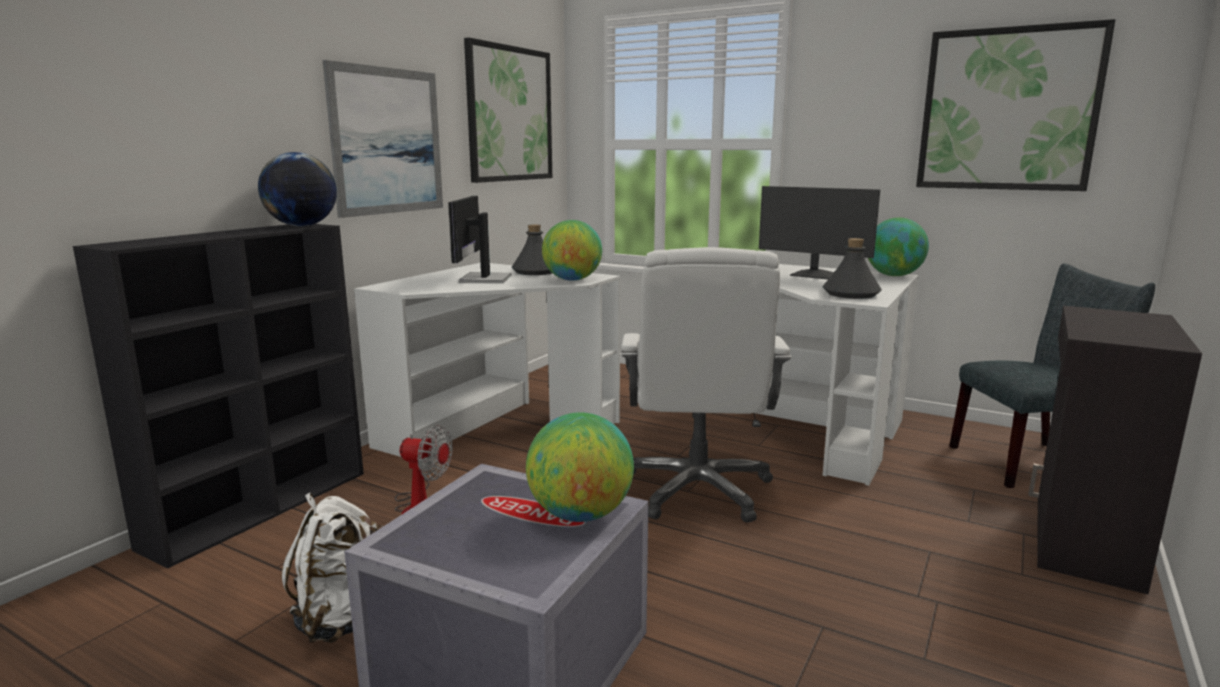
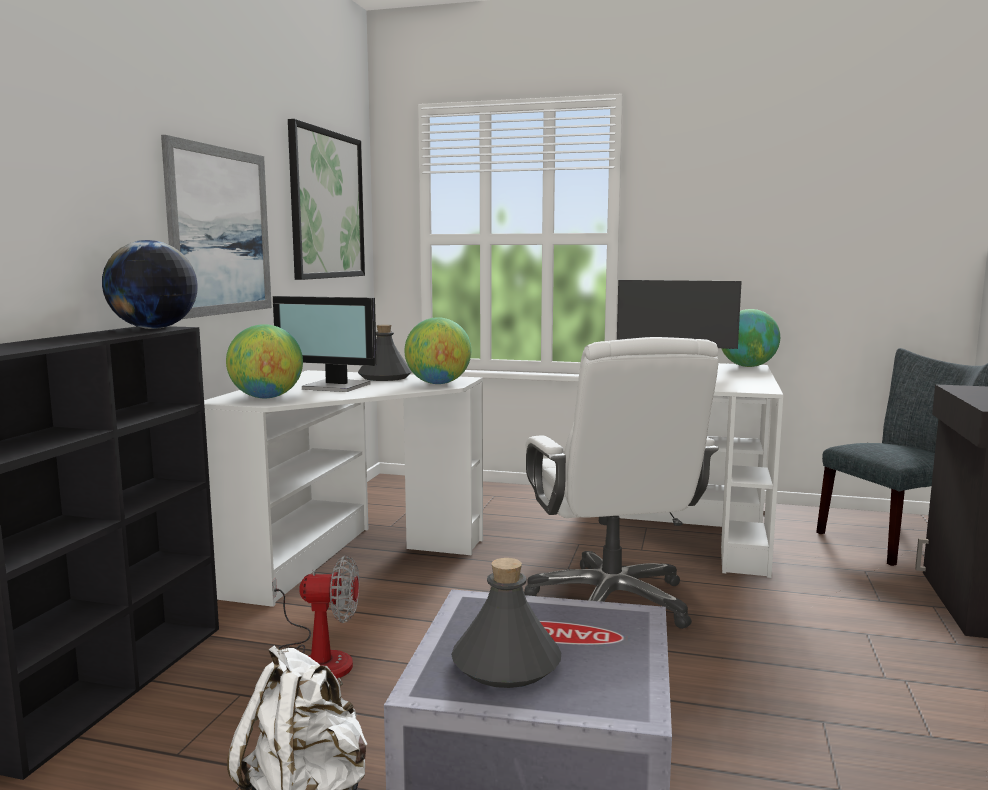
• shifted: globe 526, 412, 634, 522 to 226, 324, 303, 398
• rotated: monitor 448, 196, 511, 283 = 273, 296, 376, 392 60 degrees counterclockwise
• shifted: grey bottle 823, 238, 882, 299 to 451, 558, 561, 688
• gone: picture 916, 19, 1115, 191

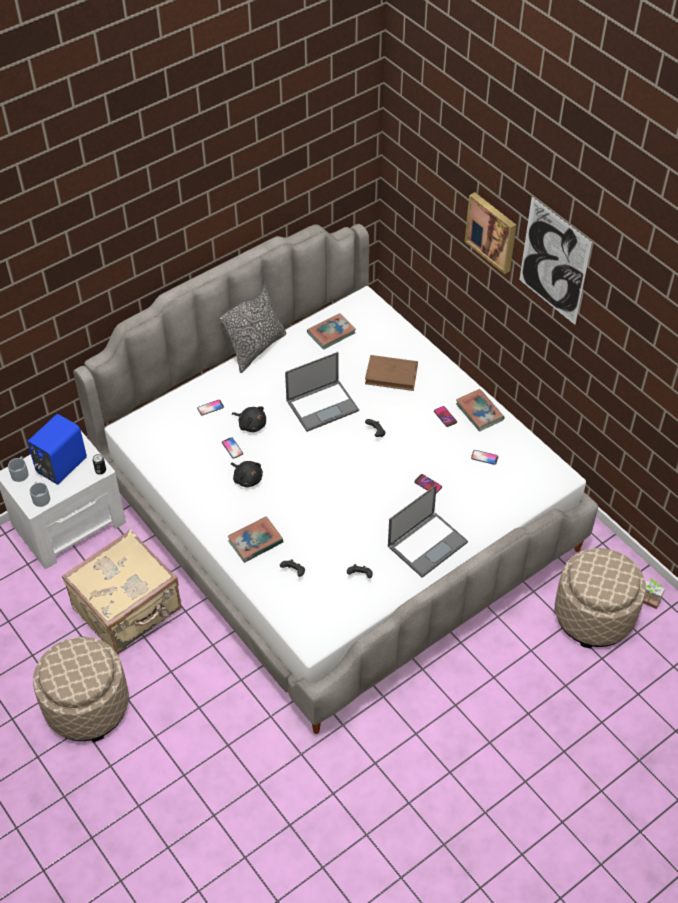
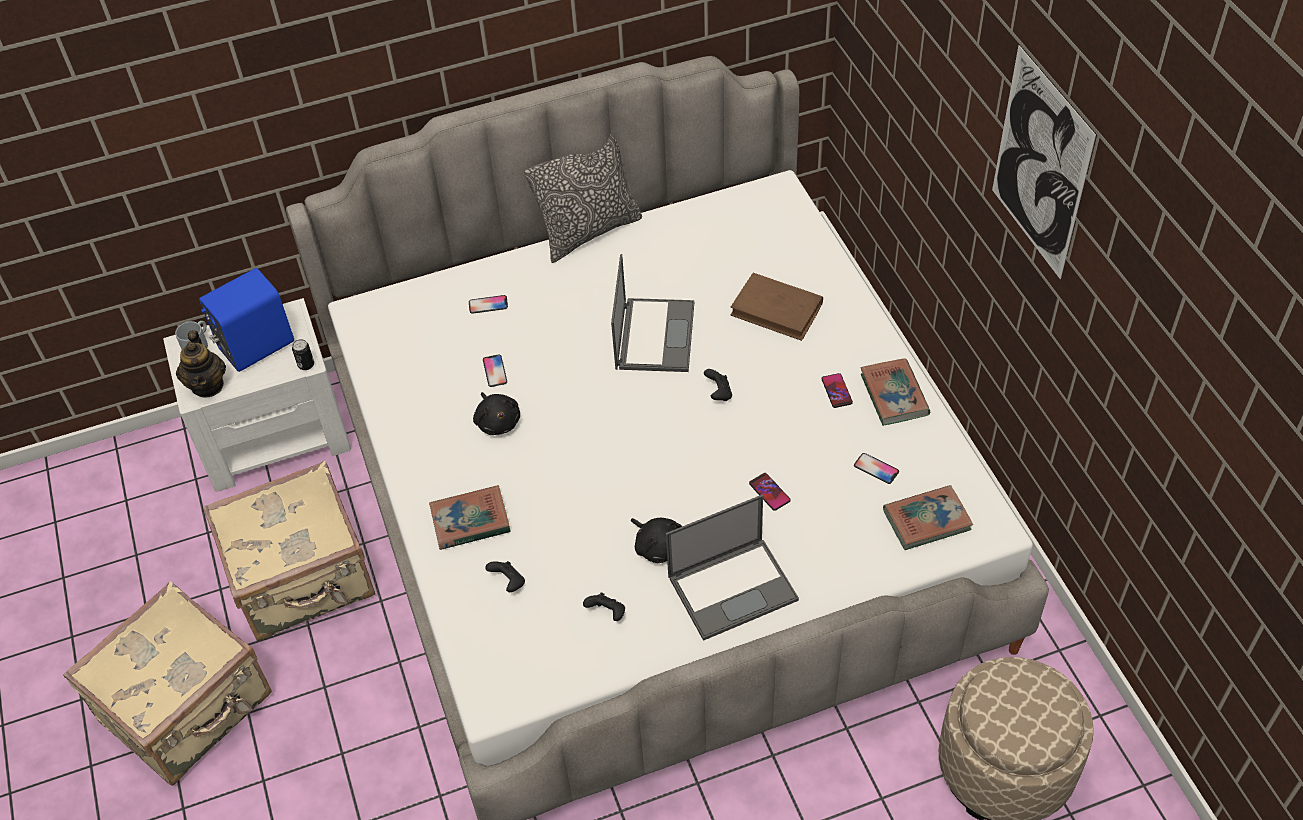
• swapped: beige ottoman 33, 637, 129, 742 to beige suitcase 63, 581, 272, 786
• swapped: grey mug 30, 482, 50, 507 to teapot 176, 330, 226, 398
• rotated: laptop 285, 352, 359, 432 = 611, 254, 694, 372 75 degrees counterclockwise
• shifted: black plush toy 232, 406, 266, 432 to 631, 518, 682, 563
• shifted: book 307, 313, 356, 350 to 883, 485, 973, 550
• gone: picture 465, 192, 516, 274
• gone: potted plant 643, 578, 665, 609

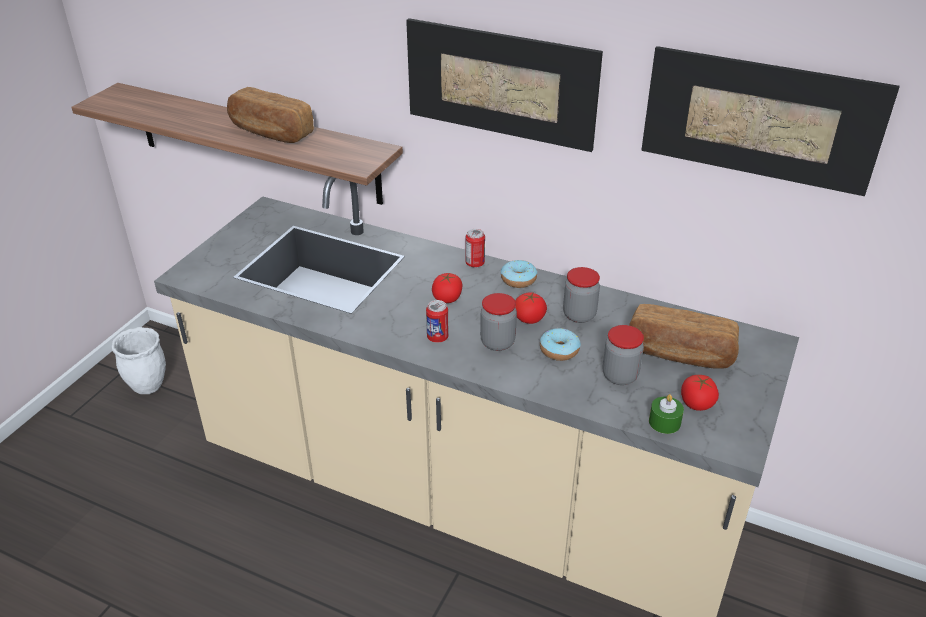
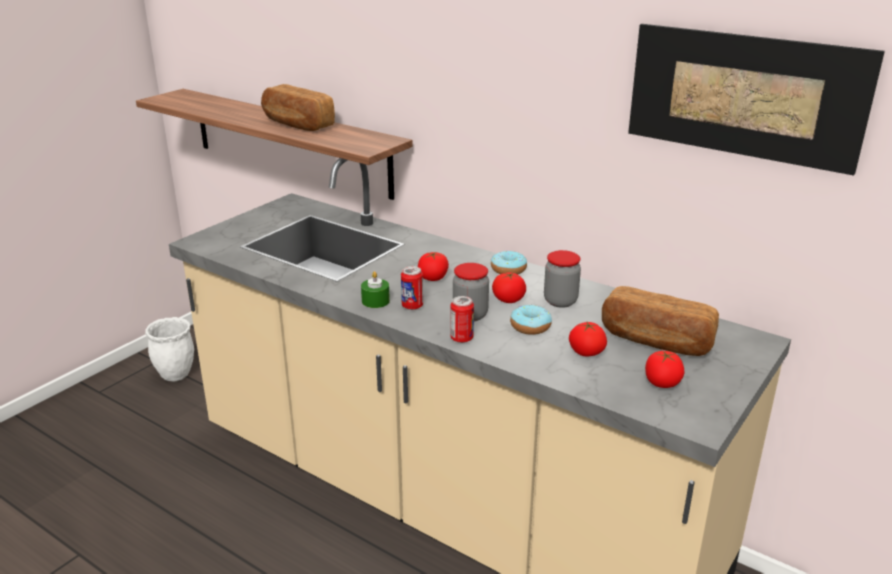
• shifted: green candle 649, 394, 684, 434 to 361, 271, 390, 308
• shifted: can 466, 229, 485, 268 to 450, 296, 474, 343
• swapped: jar 603, 325, 644, 385 to tomato 569, 322, 607, 356
• gone: picture 406, 18, 603, 152

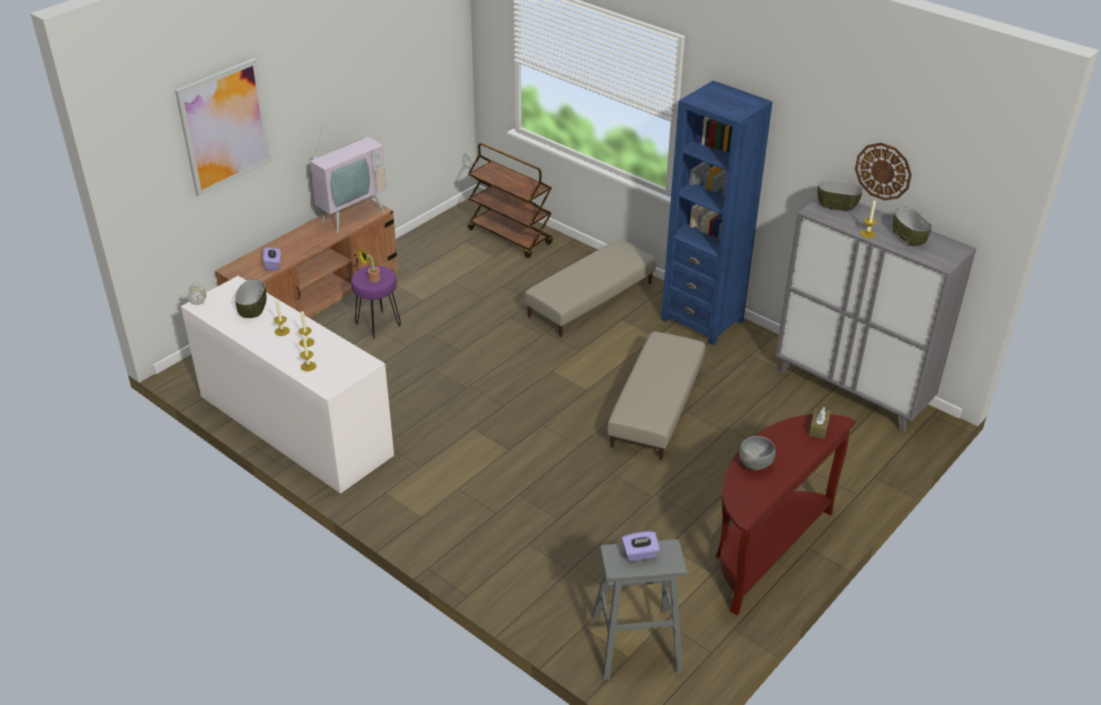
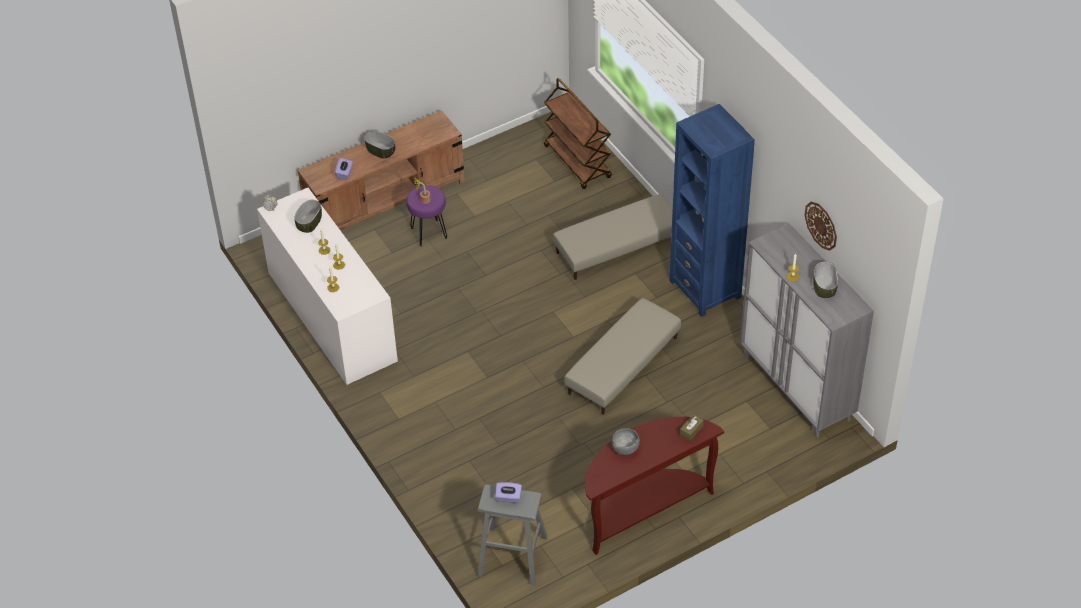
• shifted: bowl 817, 180, 863, 211 to 364, 131, 395, 159
• gone: picture 175, 58, 272, 196
• gone: television 300, 125, 387, 233

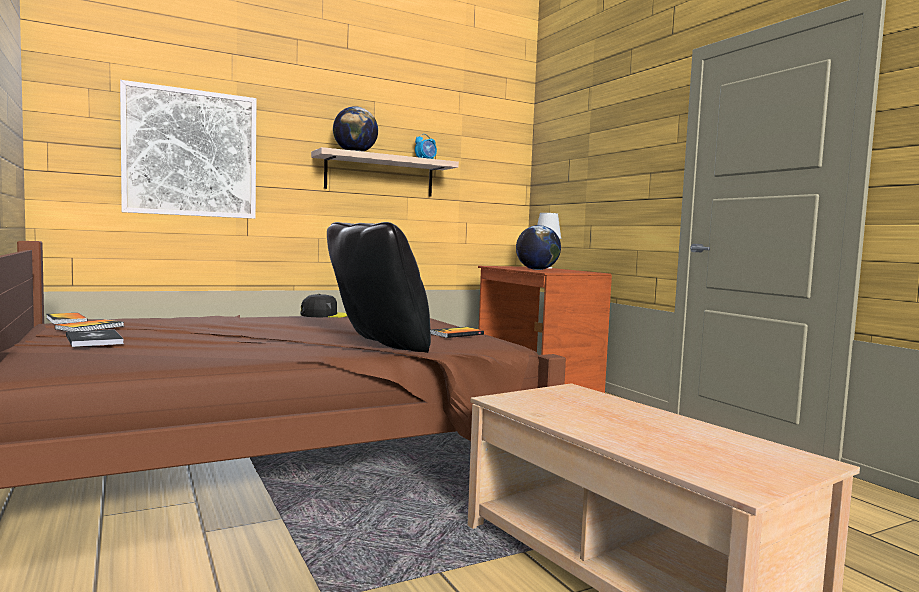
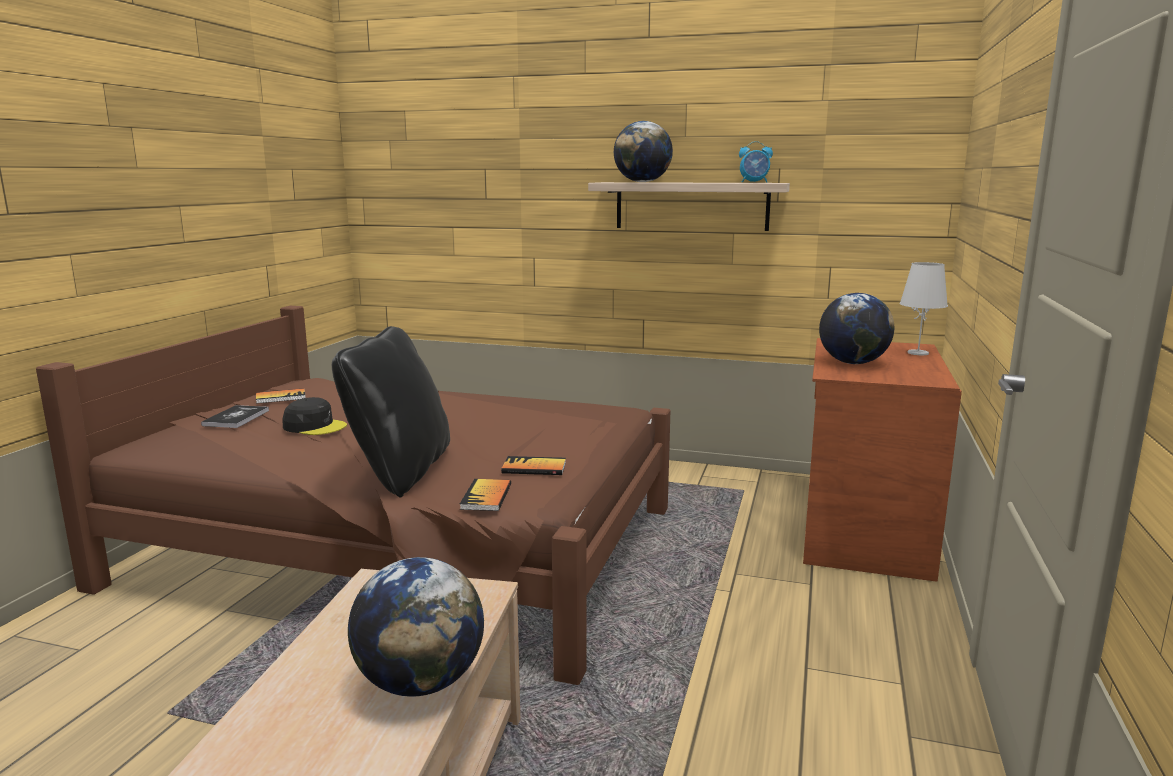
• shifted: black cap 300, 294, 347, 318 to 282, 397, 347, 435
• new: globe 348, 557, 484, 697
• shifted: book 47, 313, 88, 324 to 460, 479, 511, 511
• gone: picture 120, 80, 257, 219

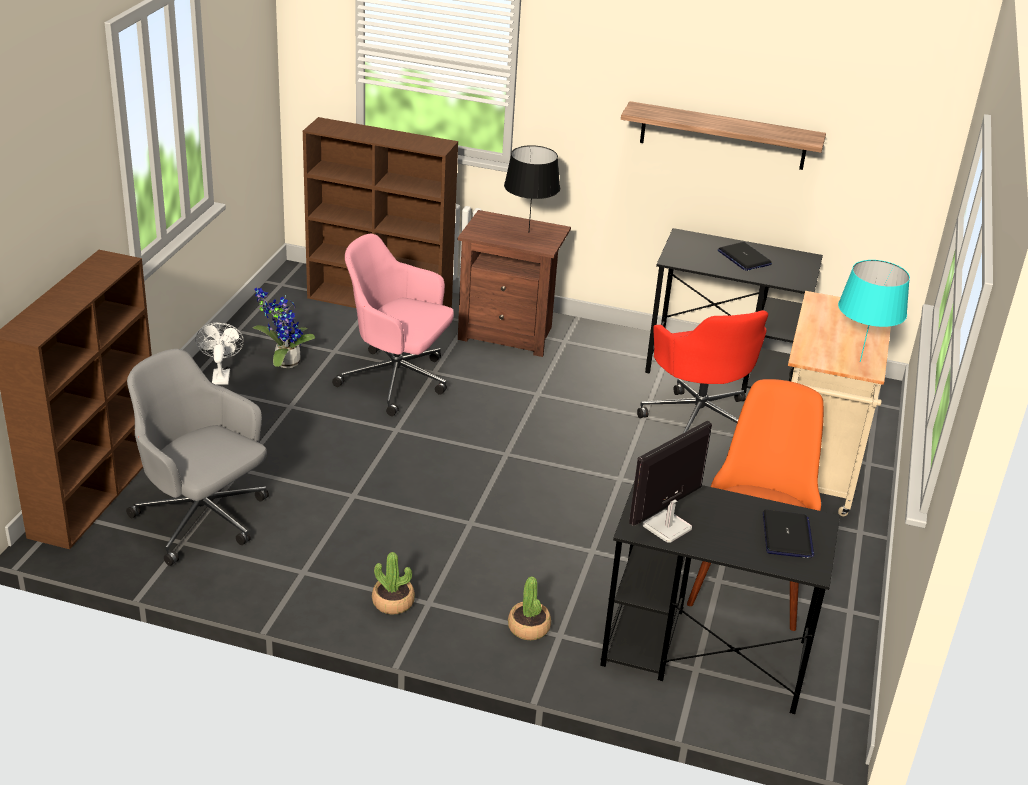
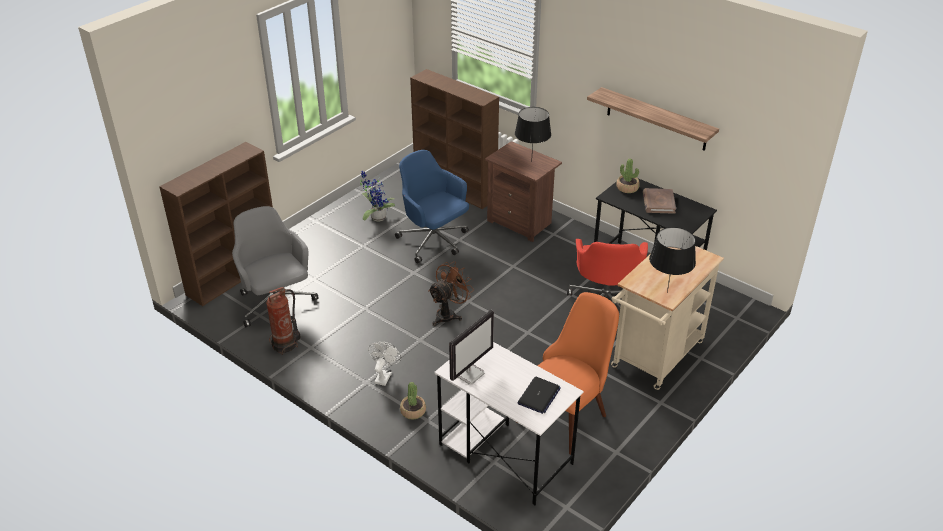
• new: fire extinguisher 266, 287, 301, 355
• shifted: white fan 195, 323, 244, 385 to 368, 342, 401, 386
• repainted: pink office chair 332, 234, 454, 416 to blue office chair 395, 150, 469, 263
• new: brown fan 428, 261, 474, 326
• repainted: black desk 600, 481, 840, 714 to white desk 434, 342, 584, 505
• rotated: monitor 629, 421, 712, 543 = 449, 310, 494, 385 150 degrees clockwise
• shifted: potted plant 372, 552, 415, 614 to 616, 158, 640, 193
• swapped: laptop 717, 242, 772, 271 to brown book 643, 188, 676, 214
• repainted: turquoise table lamp 838, 260, 910, 362 to black table lamp 649, 227, 696, 293

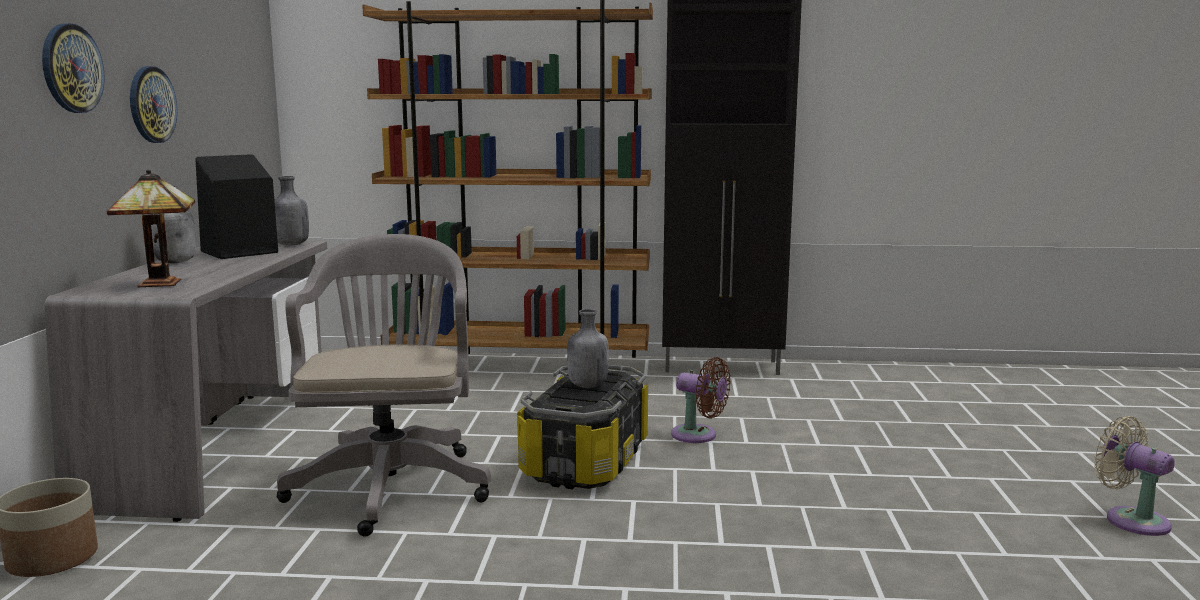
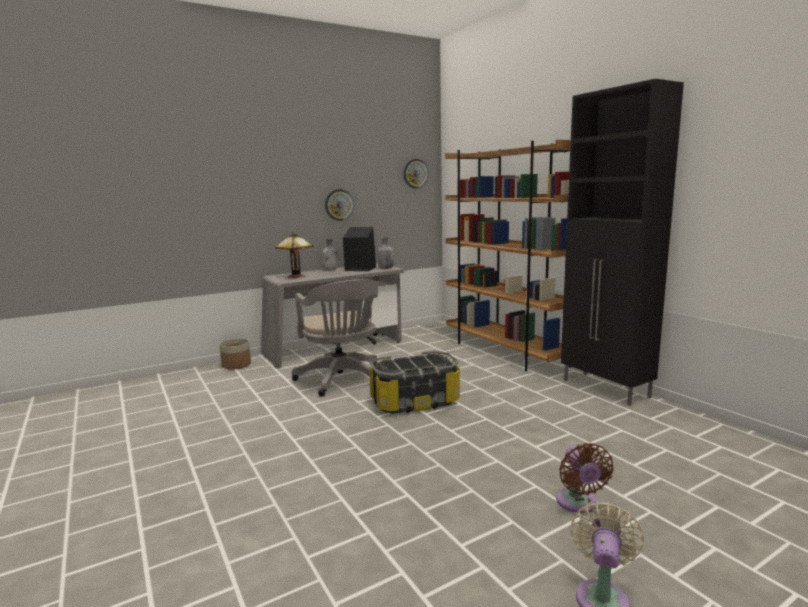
• rotated: grey office chair 276, 234, 491, 537 = 292, 279, 378, 397 105 degrees clockwise
• shifted: wall clock 42, 23, 105, 113 to 403, 159, 429, 188
• shifted: brown fan 671, 357, 731, 443 to 556, 443, 614, 513
• gone: grey bottle 567, 309, 609, 388

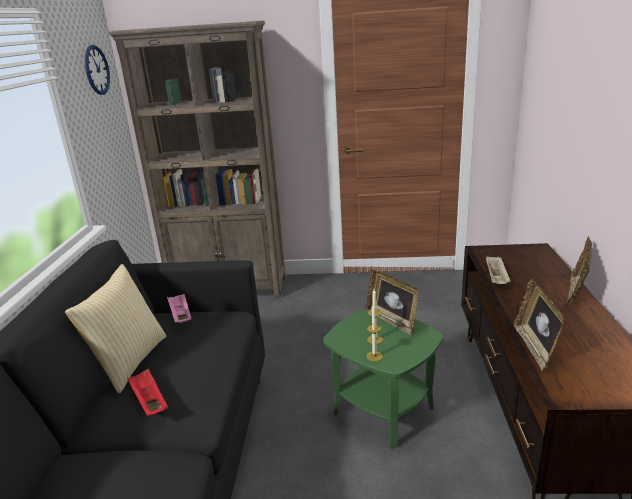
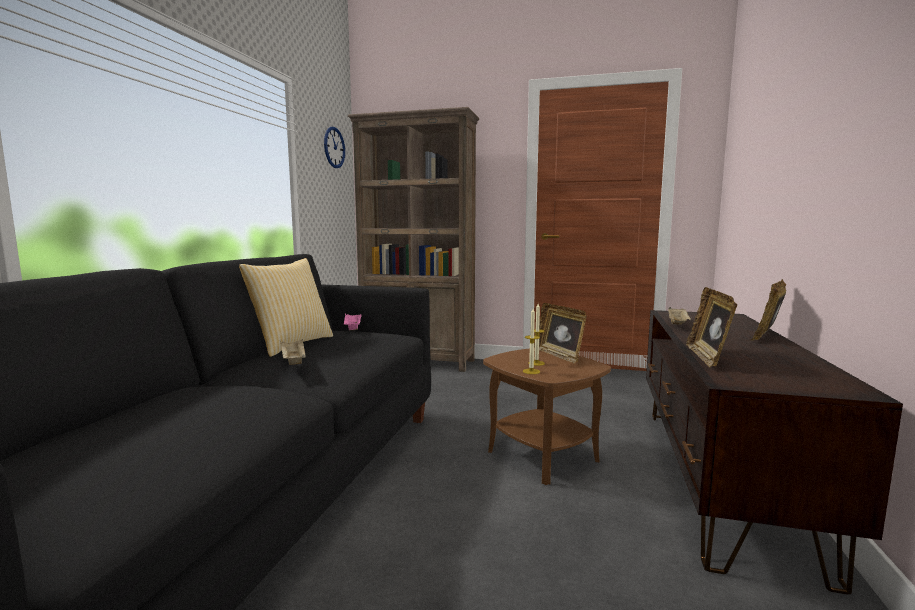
• repainted: red tray 127, 369, 168, 416 to beige tray 280, 339, 306, 365
• repainted: green side table 323, 309, 443, 448 to brown side table 483, 348, 611, 485

